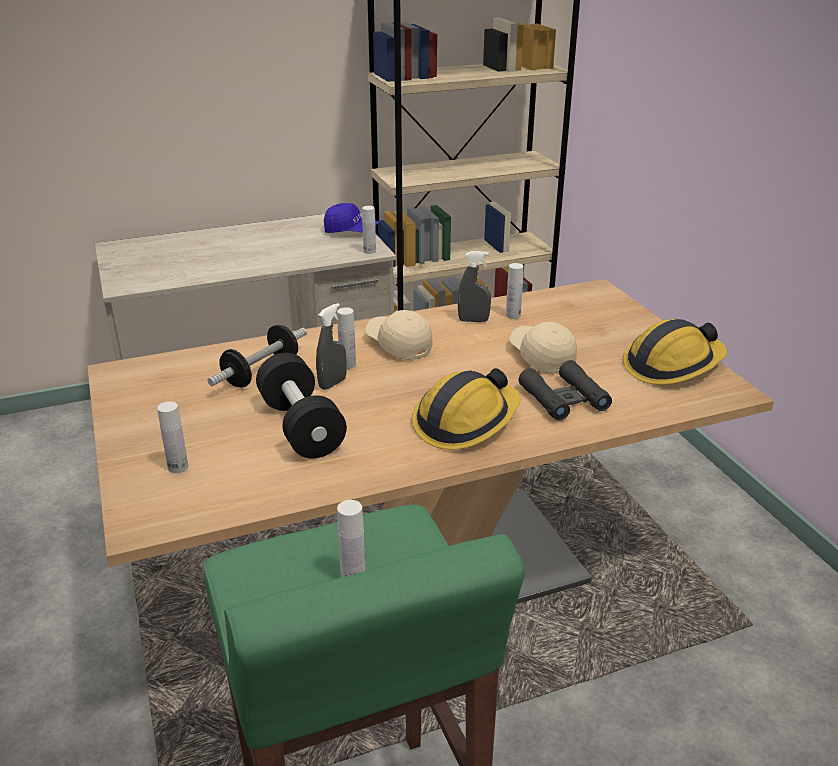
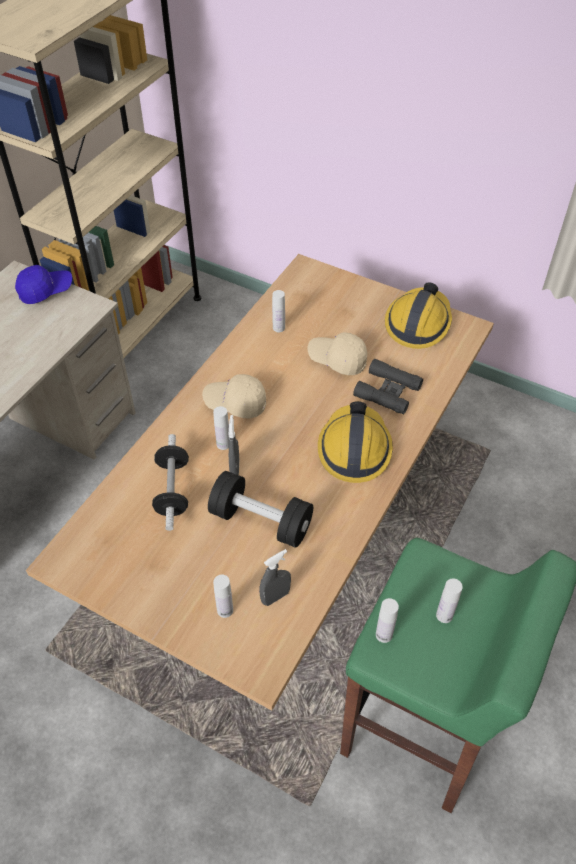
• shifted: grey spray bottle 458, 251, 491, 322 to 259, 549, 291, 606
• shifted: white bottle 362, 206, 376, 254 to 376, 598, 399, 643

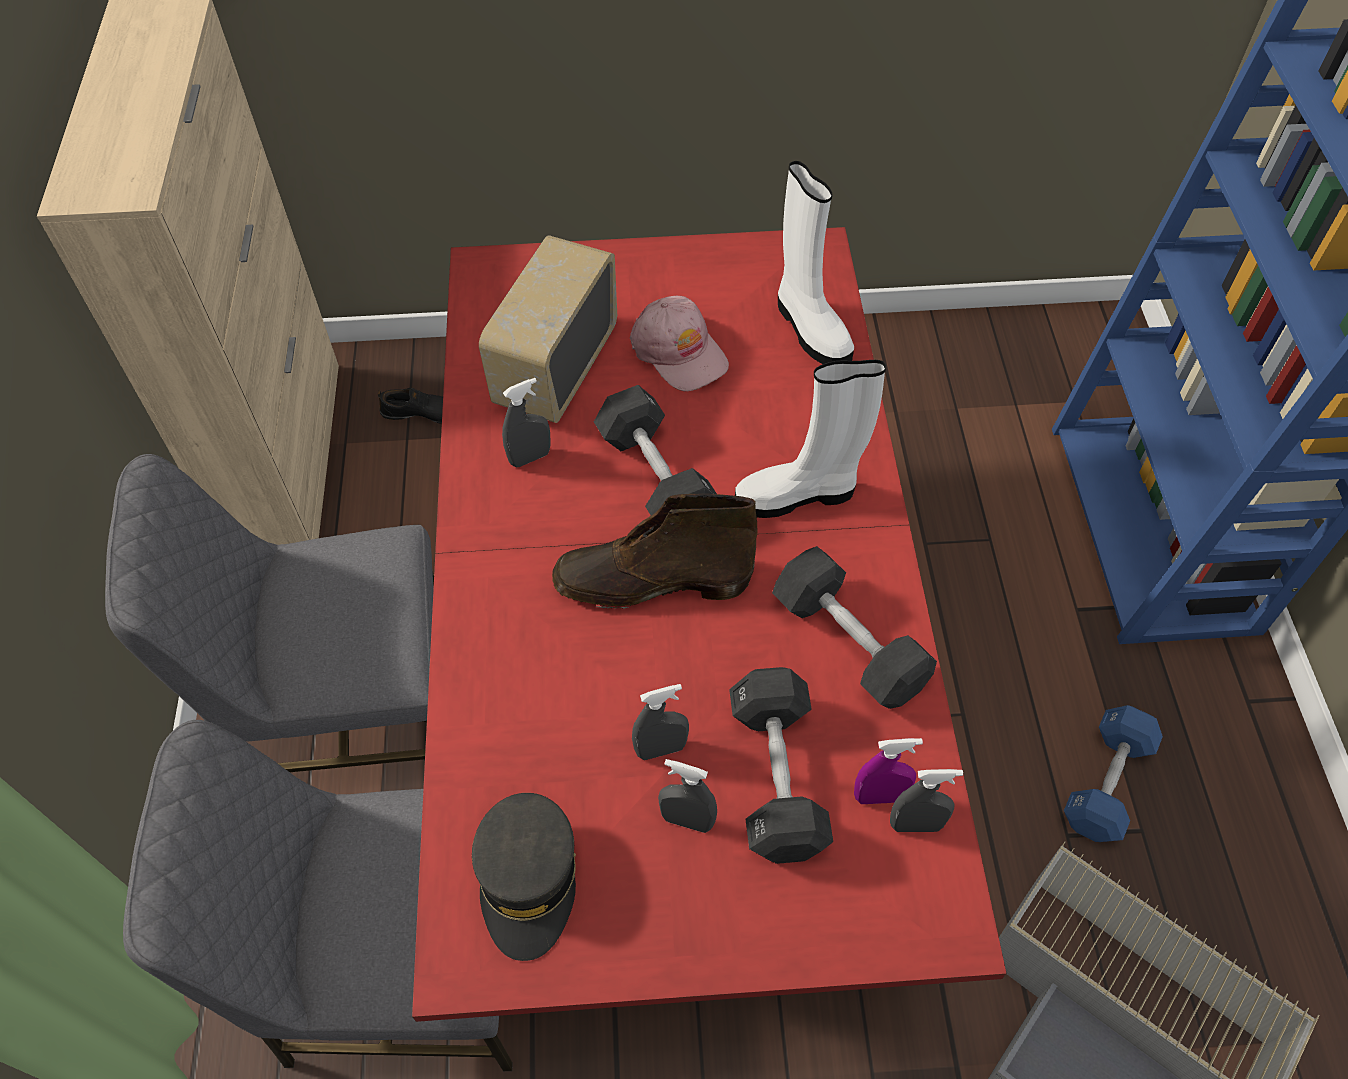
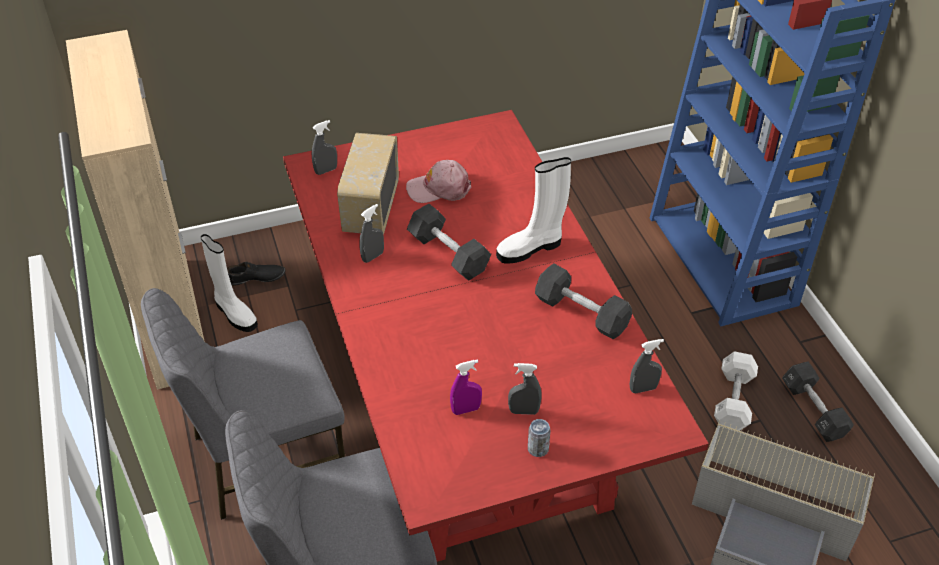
• shifted: white boot 778, 161, 854, 364 to 201, 234, 258, 332
• shifted: grey spray bottle 632, 684, 689, 760 to 312, 120, 337, 175
• rotated: pink cap 630, 296, 729, 391 = 406, 160, 471, 203 135 degrees clockwise
• shifted: purple spray bottle 854, 738, 923, 804 to 450, 359, 482, 415
• new: can 528, 419, 550, 457
• repainted: blue dumbbell 1064, 705, 1163, 842 to white dumbbell 714, 351, 758, 431
• shifted: black dumbbell 729, 667, 833, 864 to 782, 362, 854, 442
• gone: grey cap 472, 793, 576, 961
• gone: brown boot 552, 494, 757, 609

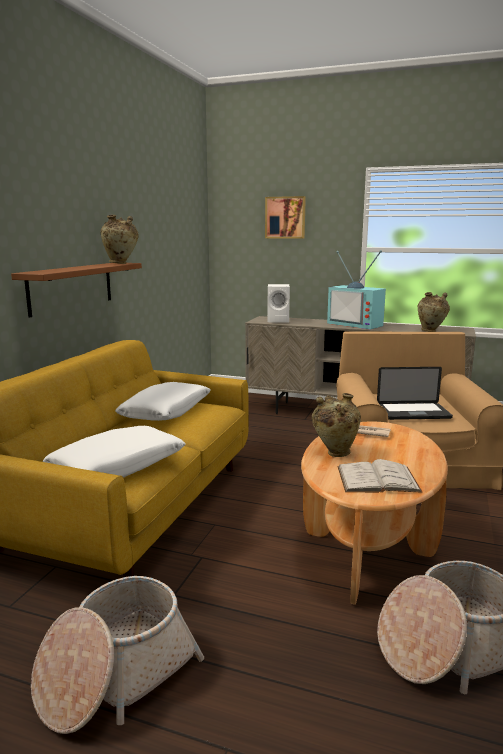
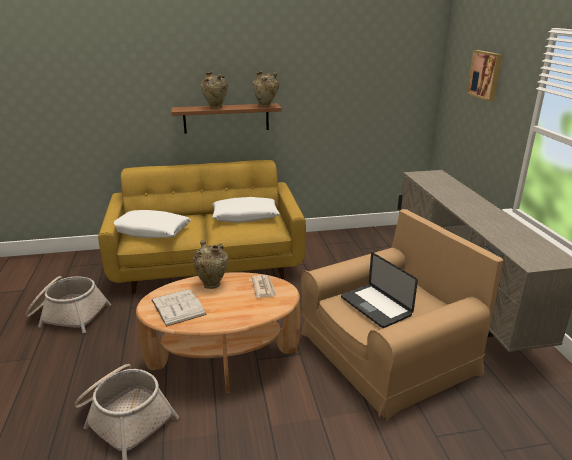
• shifted: beige vase 418, 292, 450, 332 to 201, 72, 228, 109
• gone: white speaker 267, 284, 290, 323
• gone: television 327, 250, 386, 329

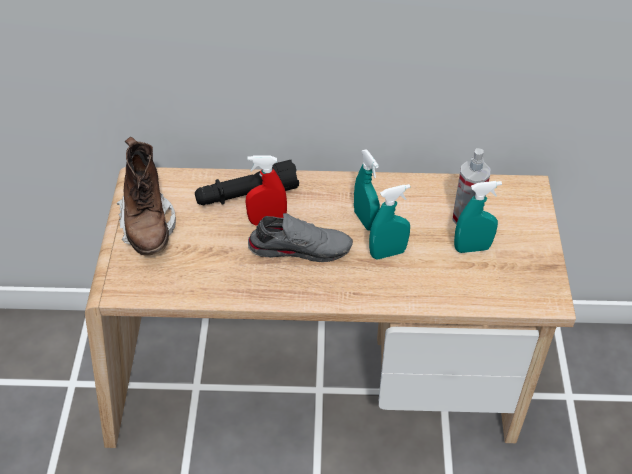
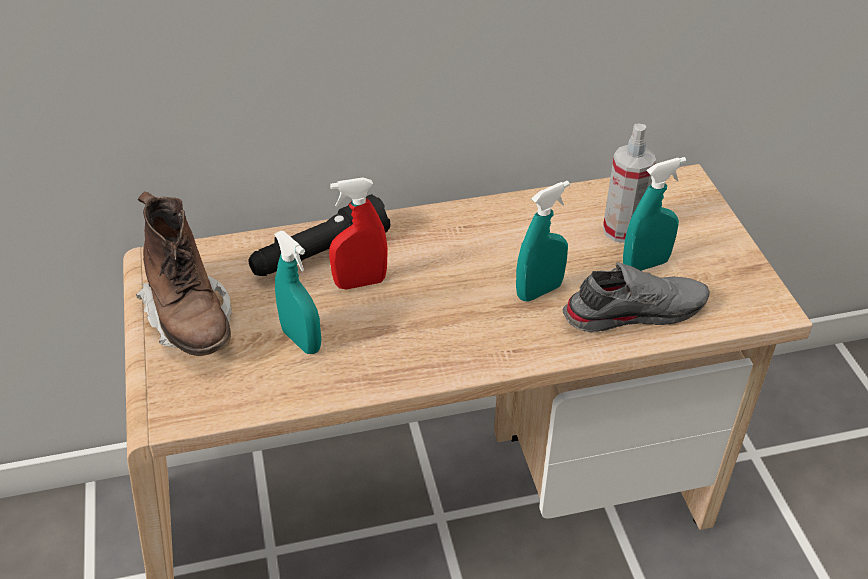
• shifted: turquoise spray bottle 354, 149, 380, 231 to 274, 231, 321, 354
• shifted: grey shoe 248, 213, 353, 262 to 563, 263, 710, 332

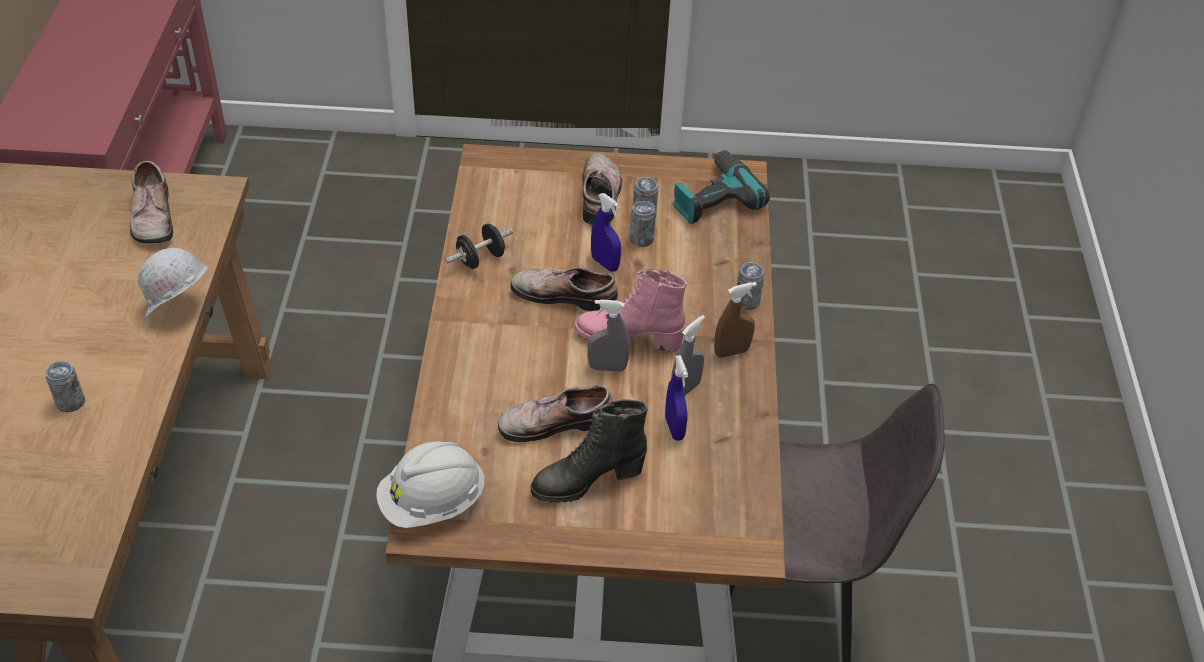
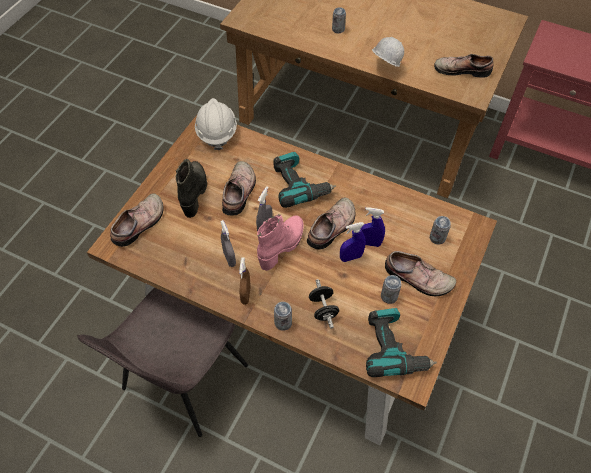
• new: shoe 110, 193, 164, 247
• new: power drill 274, 152, 336, 208
• shifted: black dumbbell 446, 223, 514, 269 to 309, 279, 339, 329
• shifted: blue spray bottle 665, 355, 688, 441 to 361, 207, 385, 247
• shifted: can 630, 201, 656, 247 to 430, 216, 451, 245

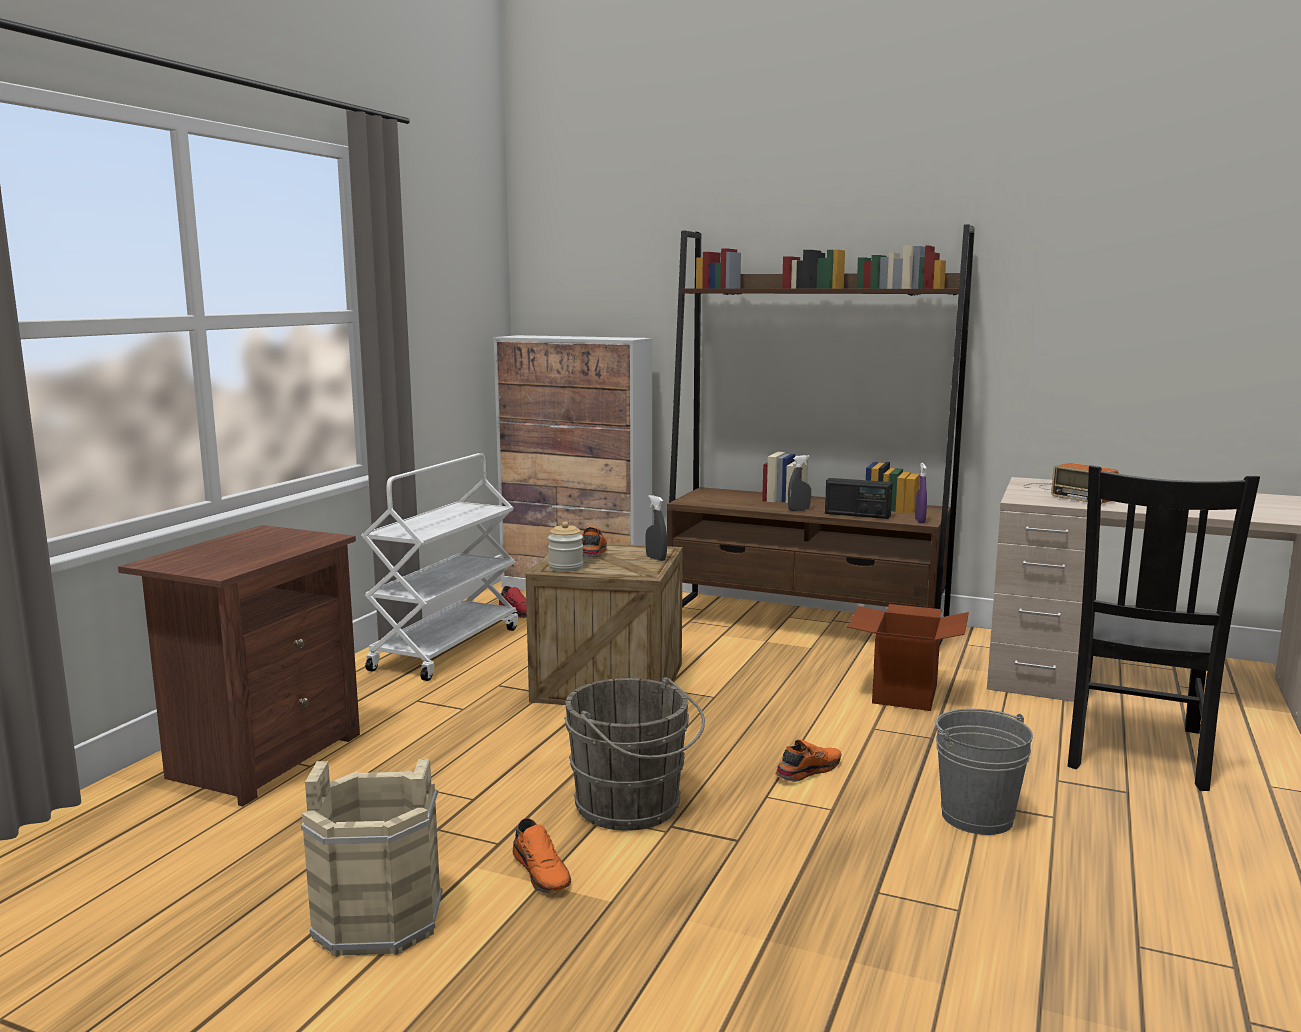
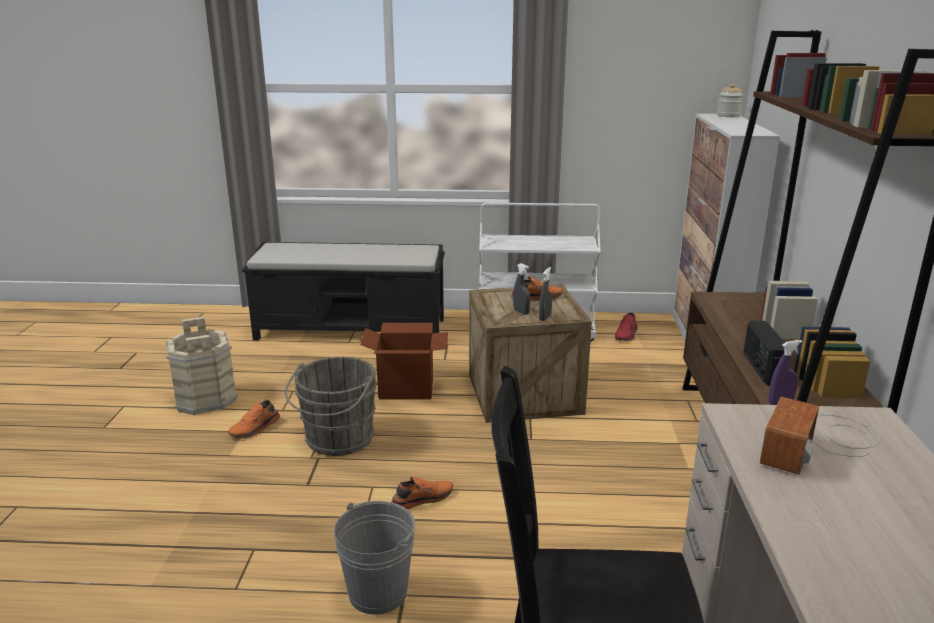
• swapped: brown nightstand 118, 525, 360, 806 to black bench 242, 242, 445, 340
• shifted: cardboard box 847, 604, 969, 711 to 360, 323, 448, 399
• rotated: orange shoe 775, 739, 842, 782 = 391, 476, 453, 509 60 degrees counterclockwise
• shifted: grey spray bottle 788, 455, 811, 511 to 513, 263, 530, 315
• shifted: jar 548, 521, 583, 572 to 717, 84, 744, 117

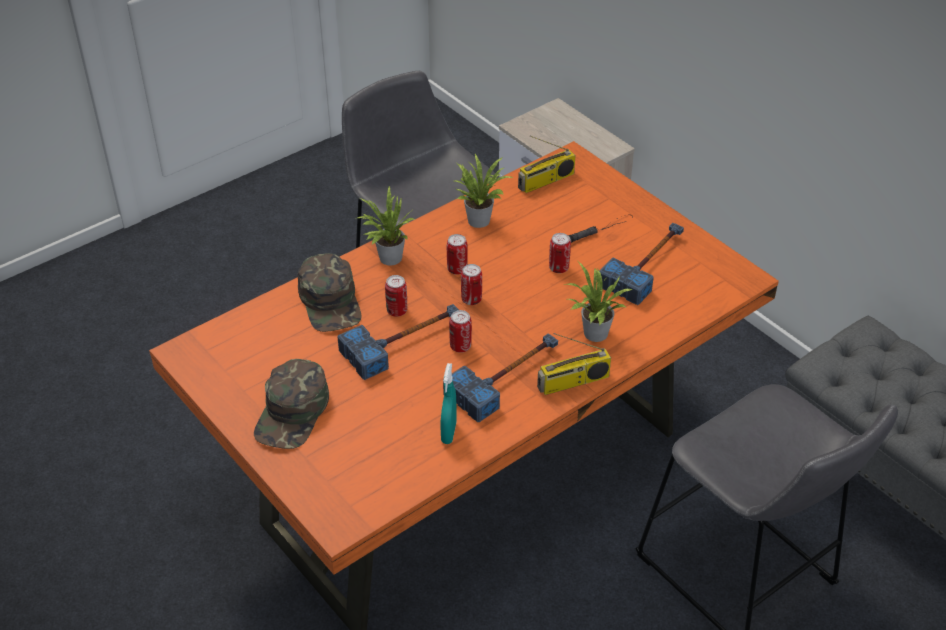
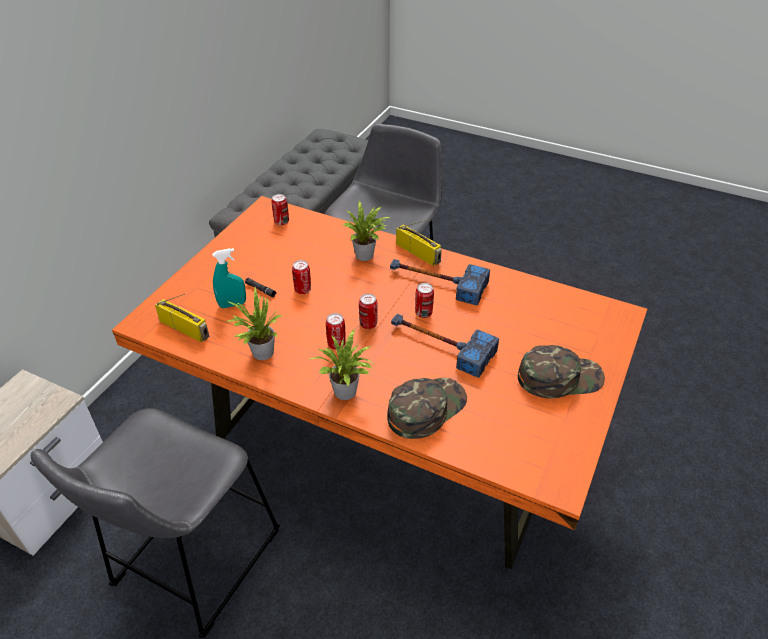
• shifted: turquoise spray bottle 441, 363, 457, 444 to 212, 248, 246, 308
• shifted: can 385, 275, 407, 317 to 271, 194, 289, 225
• gone: hammer 599, 223, 684, 305

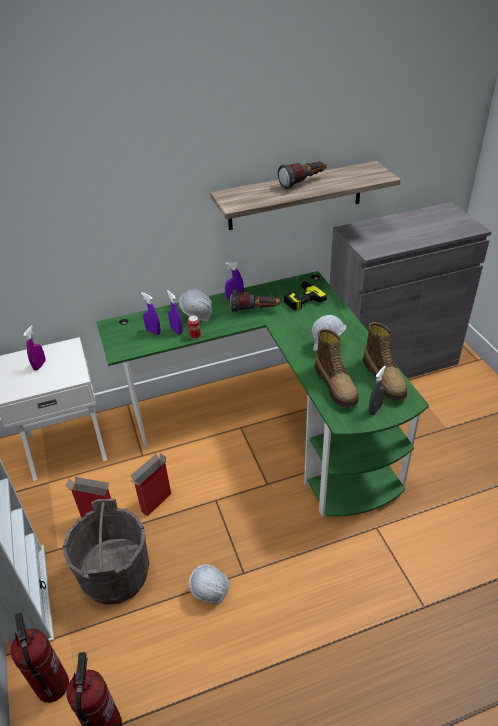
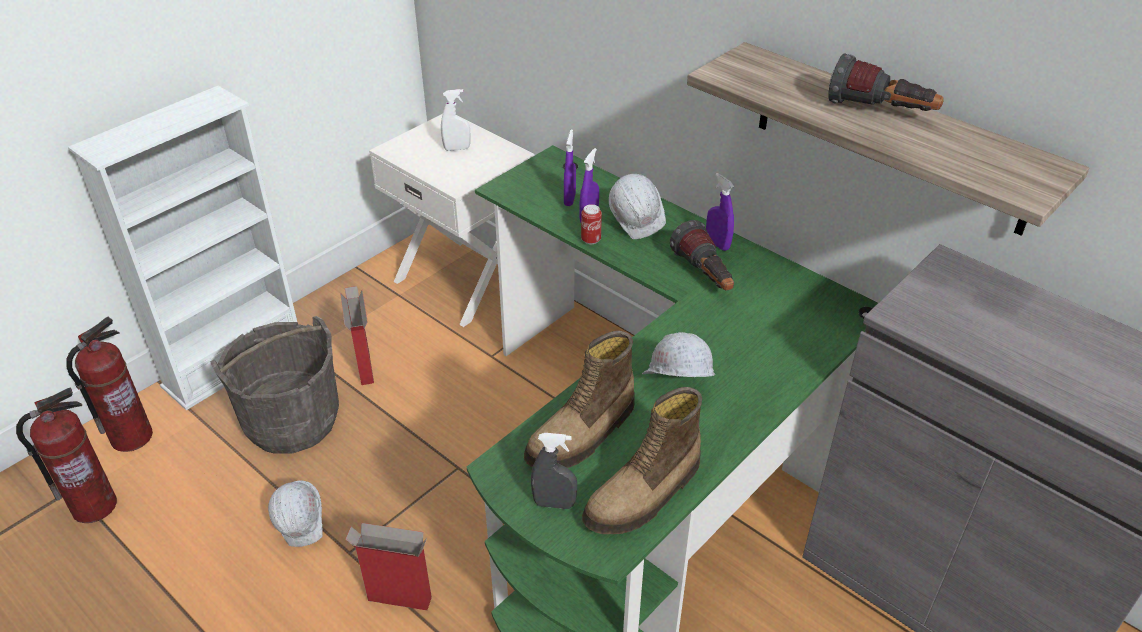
• shifted: cardboard box 129, 453, 171, 516 to 346, 523, 432, 610
• repainted: purple spray bottle 23, 325, 46, 371 to white spray bottle 441, 89, 470, 151
• gone: power drill 284, 275, 327, 310

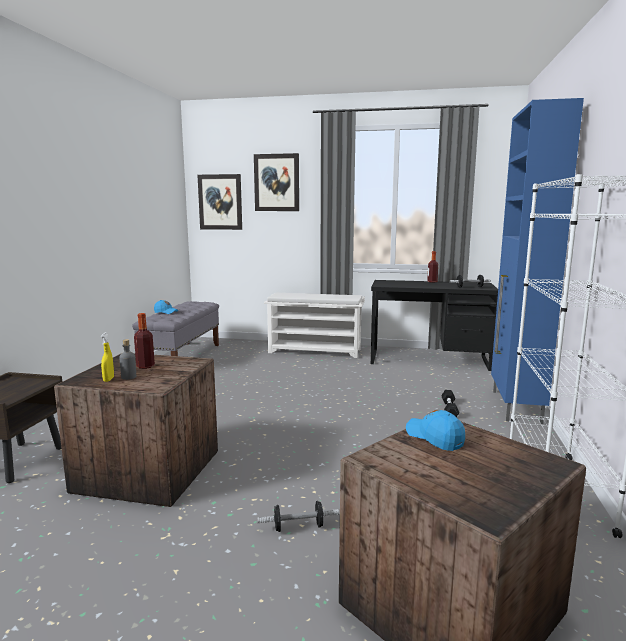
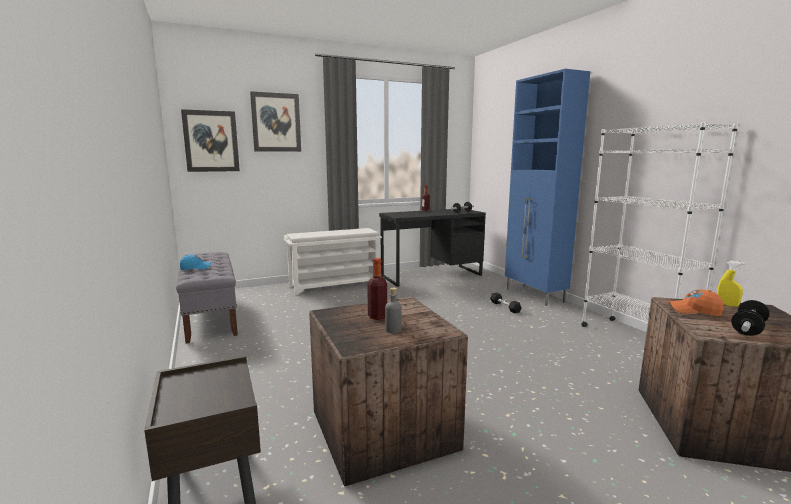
• repainted: blue cap 406, 410, 465, 451 to orange cap 668, 289, 724, 316
• shifted: yellow spray bottle 101, 333, 114, 382 to 717, 261, 745, 307
• shifted: dumbbell 257, 501, 339, 532 to 731, 300, 770, 336

